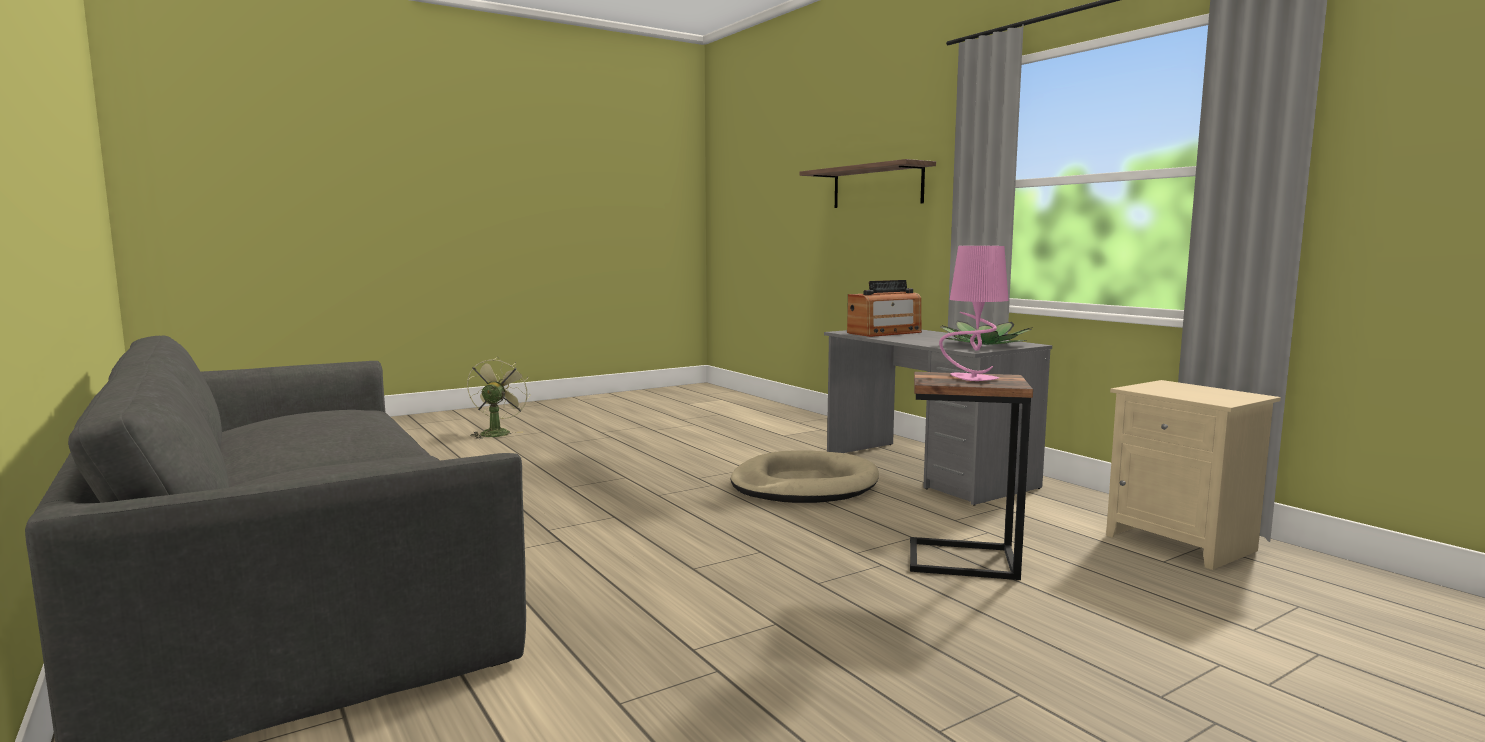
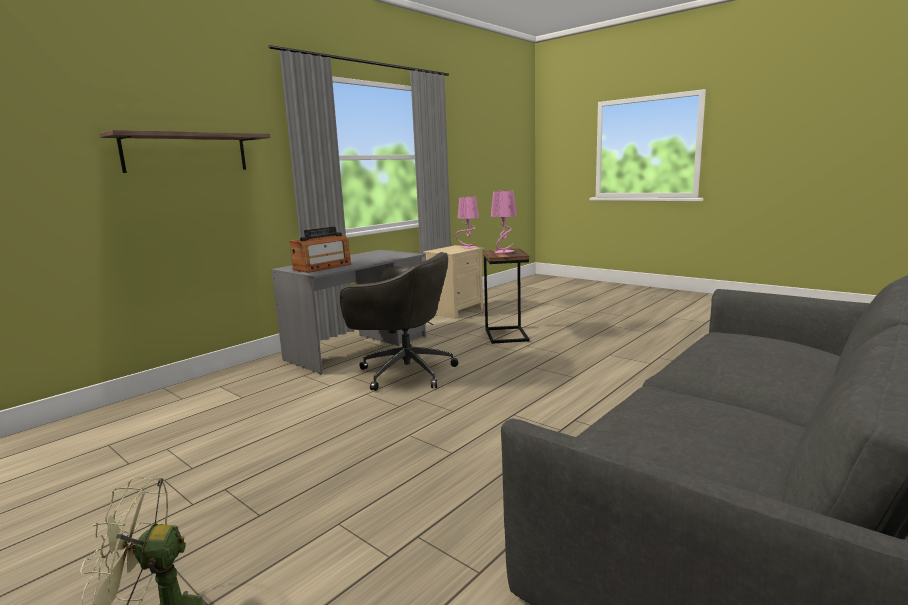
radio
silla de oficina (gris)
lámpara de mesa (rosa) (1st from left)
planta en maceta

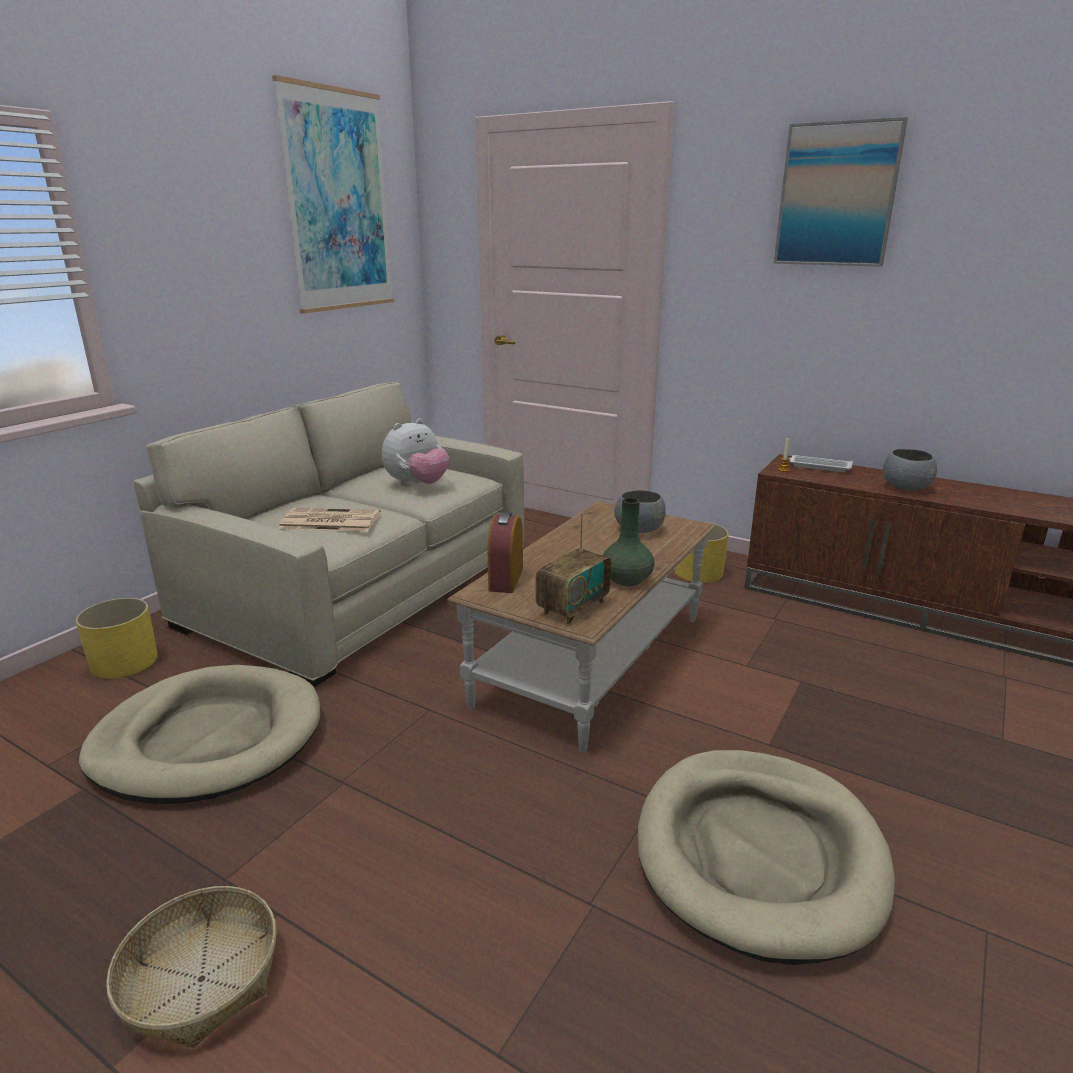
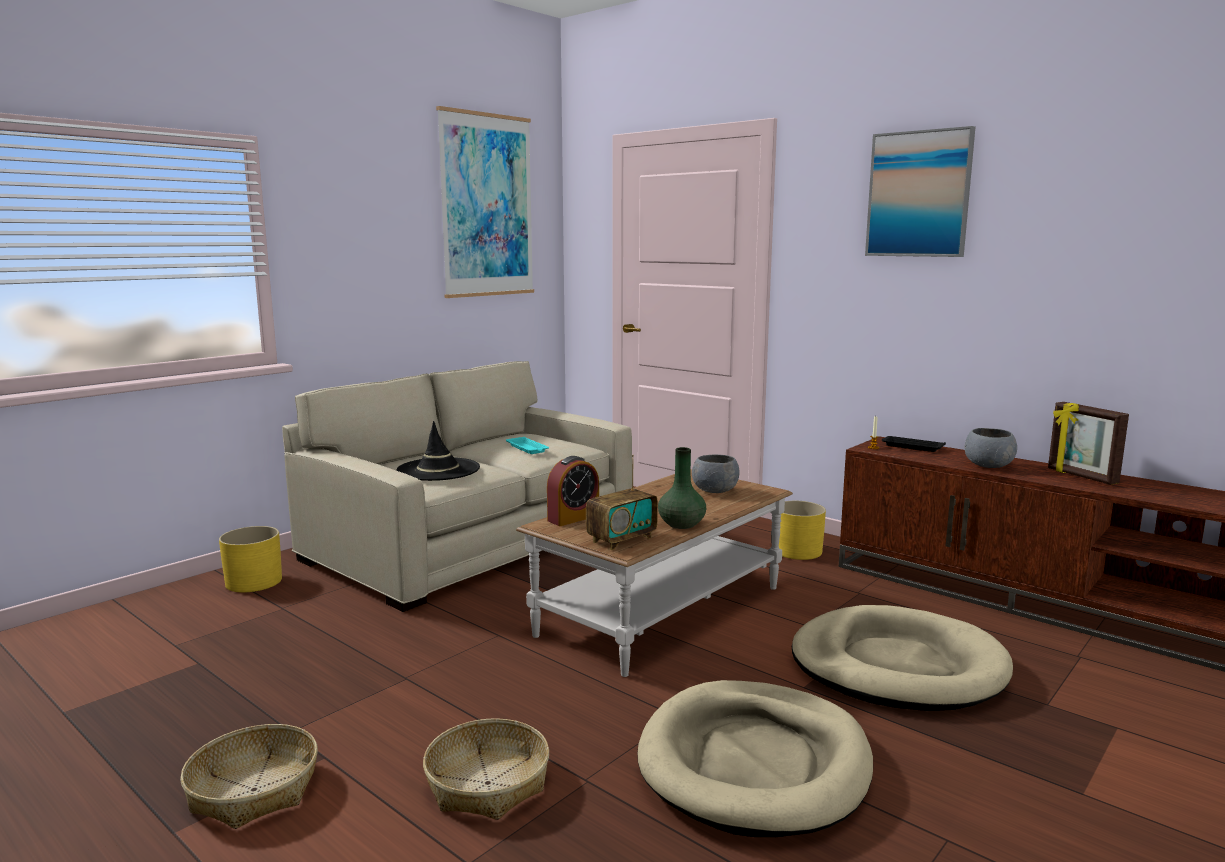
sombrero (negro)
cesta (2nd from left)
bandeja (turquesa)
despertador
cama para perro (beis) (2nd from left)
bandeja (negro)
portarretratos

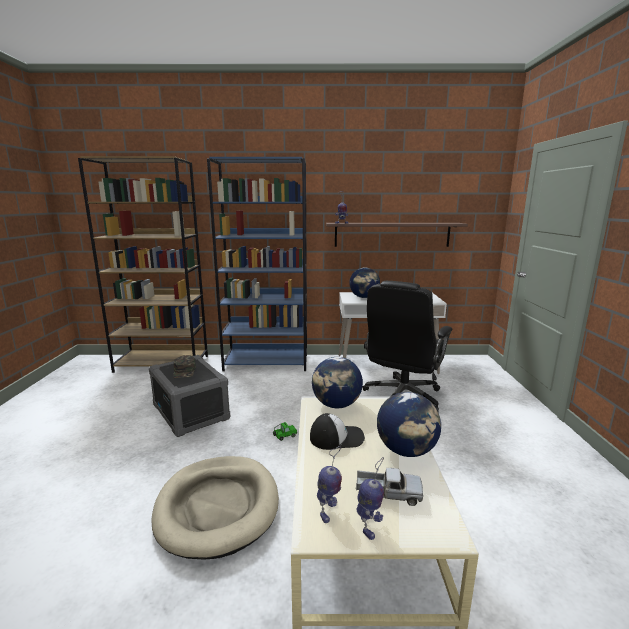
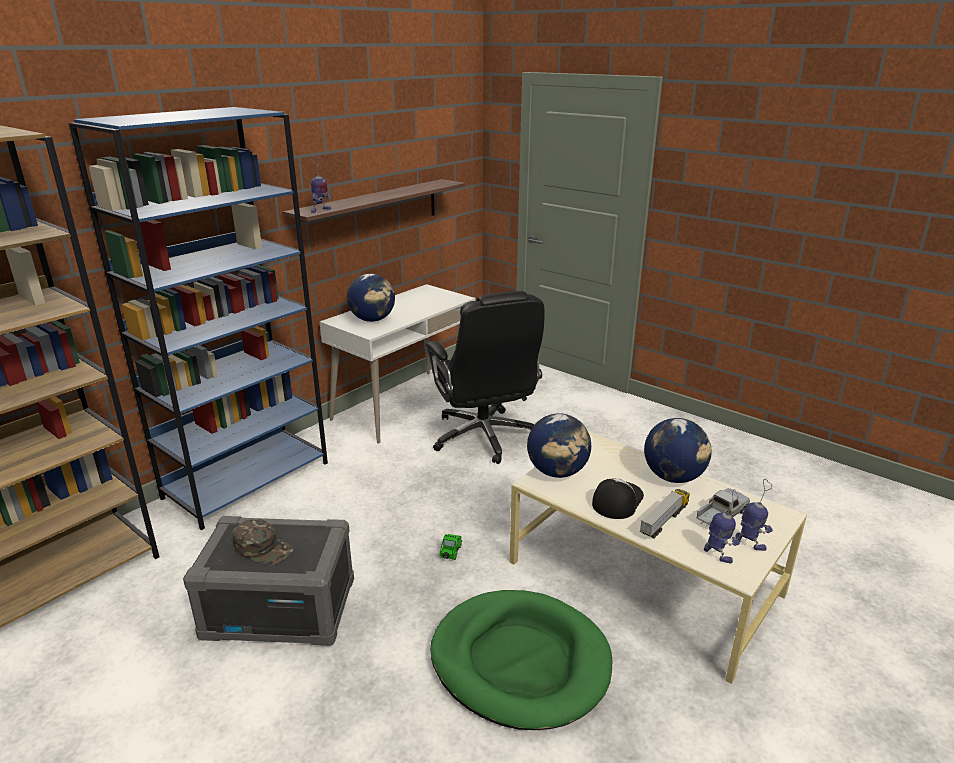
cama para perro (verde)
camión de juguete (1st from left)

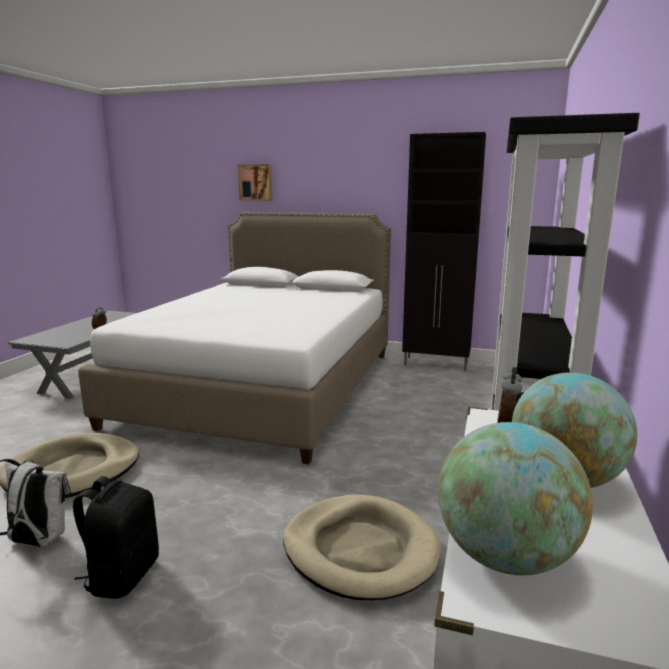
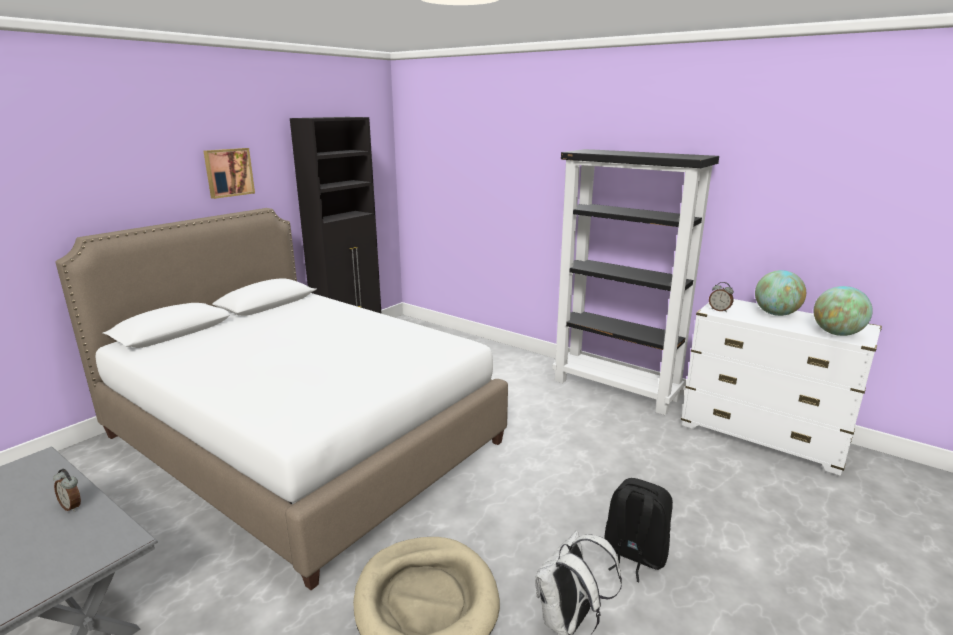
cuadro
cama para perro (beis) (2nd from left in the first image)

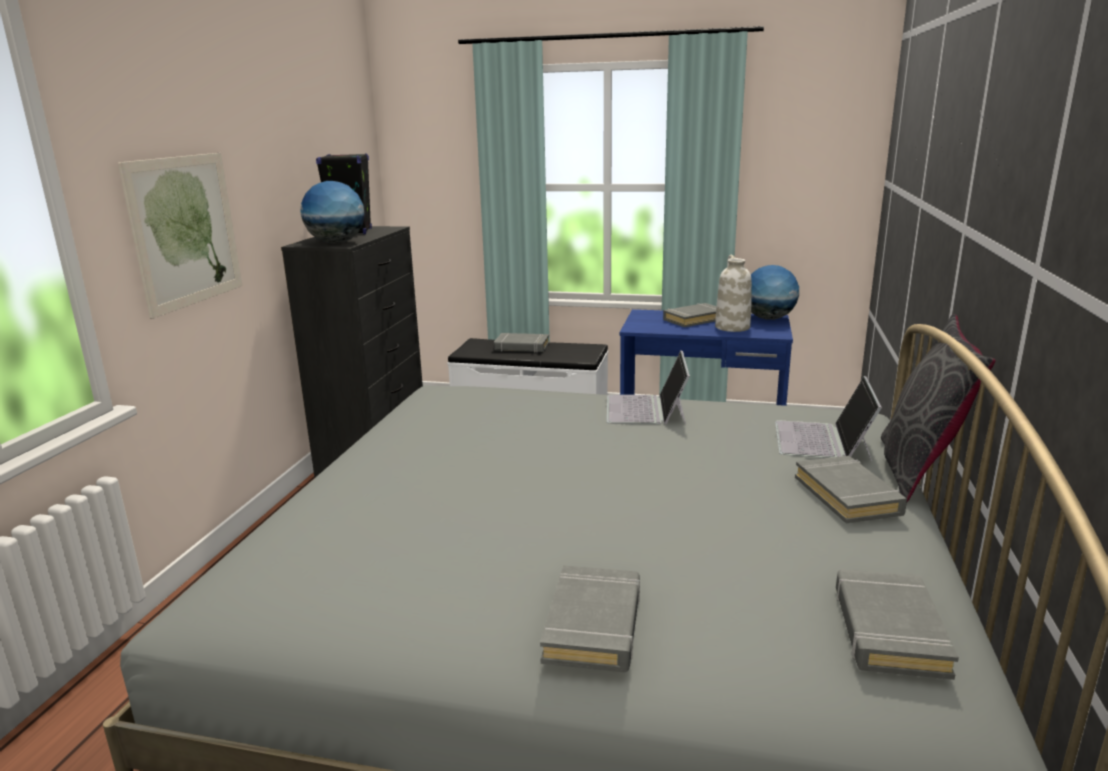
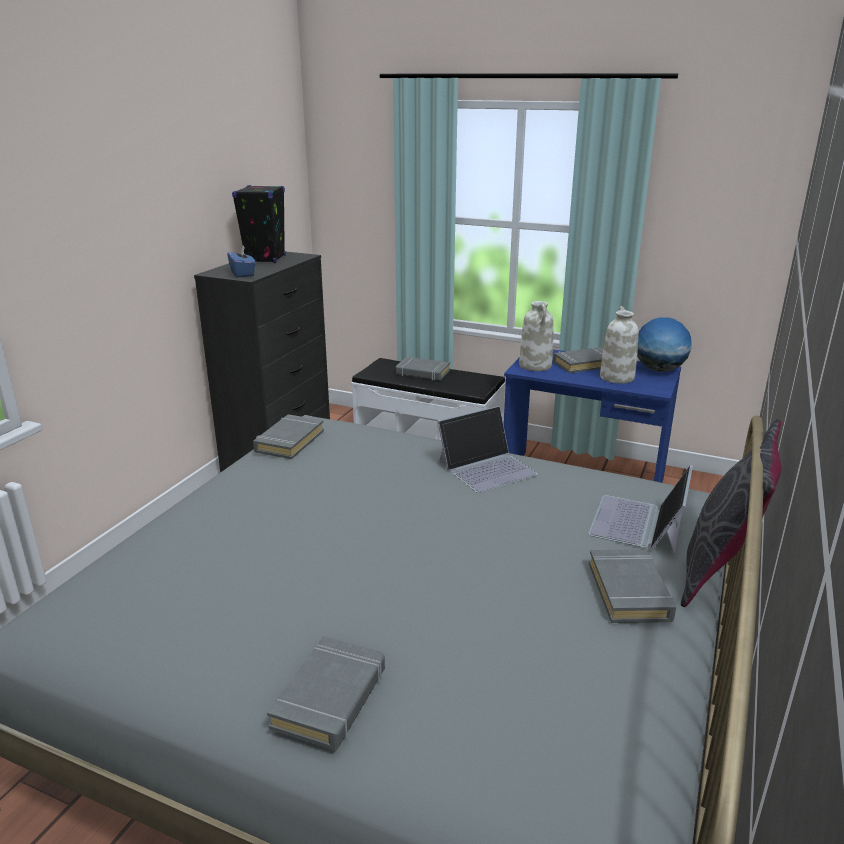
caja de pañuelos (azul)
libro (gris) (1st from left)
portátil (1st from left)
florero (blanco) (1st from left)
cuadro

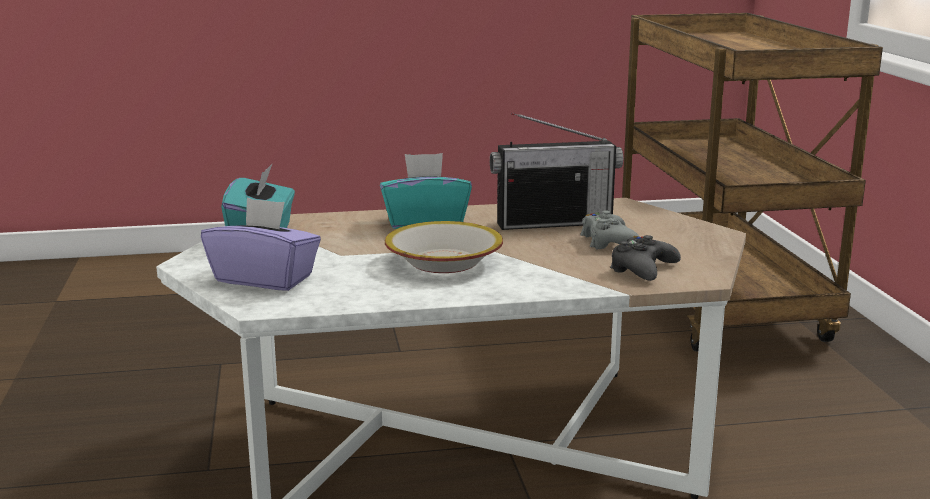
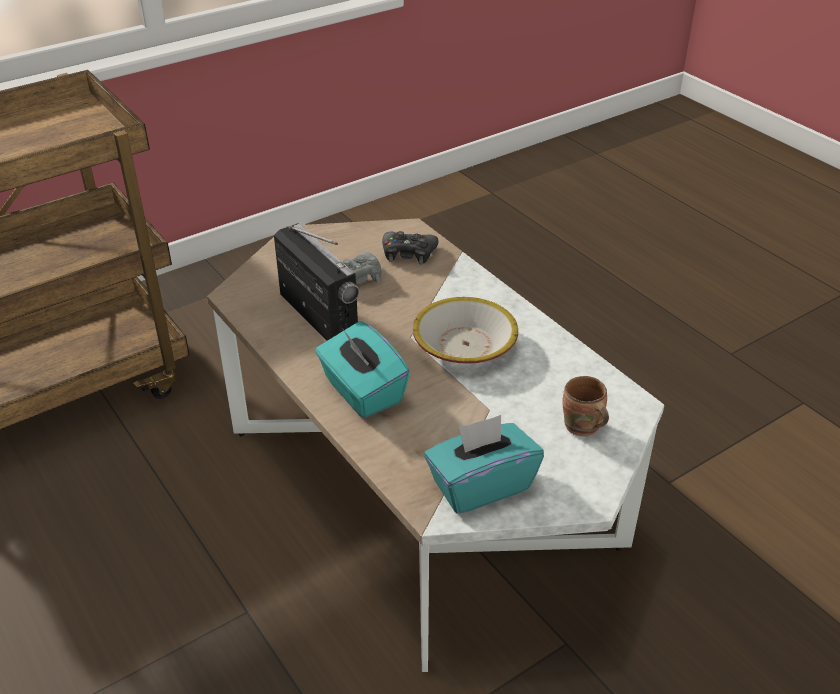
taza grande (marrón)

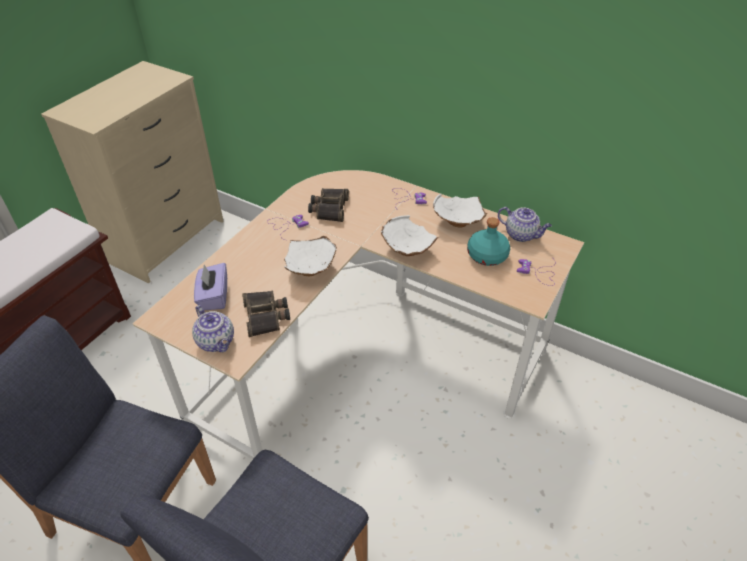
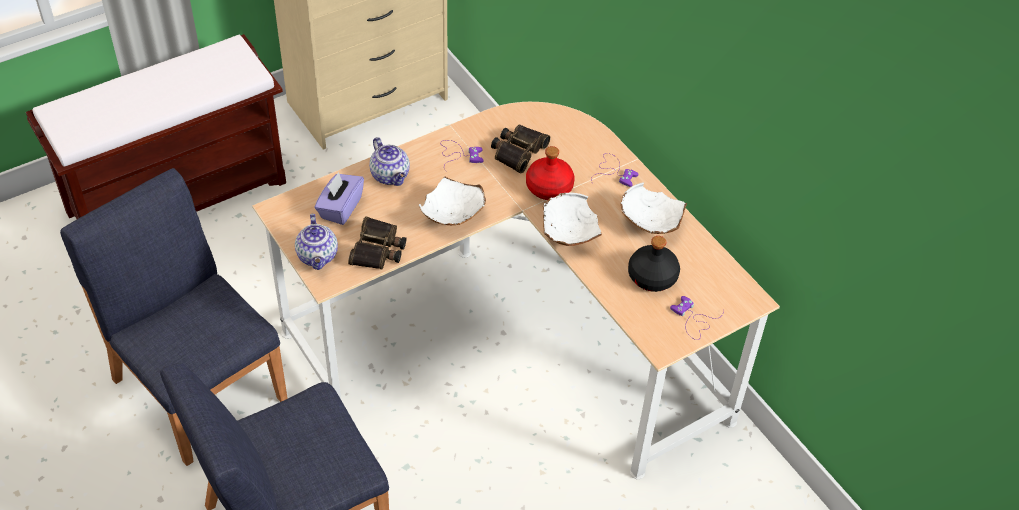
tetera (2nd from left)
botella (rojo)
botella (negro)

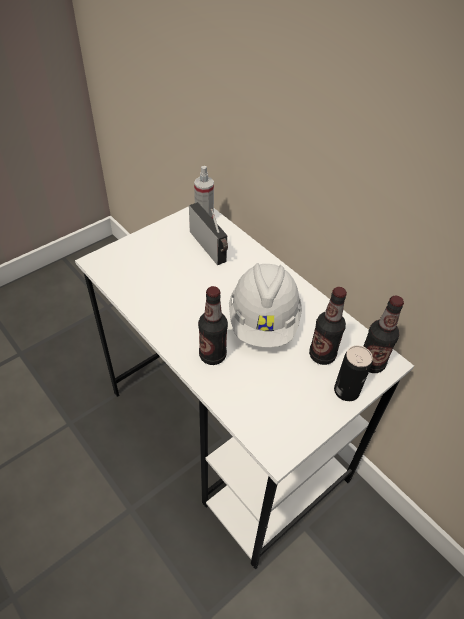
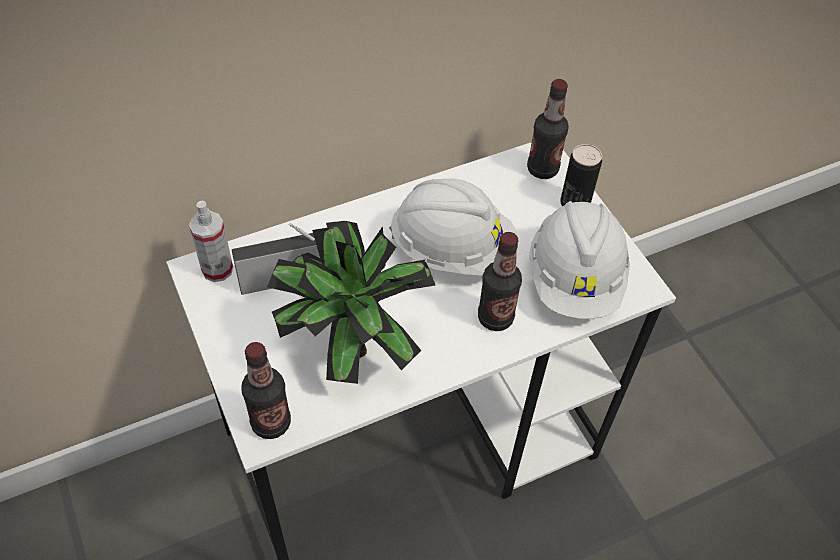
botella (1st from left)
planta en maceta
casco (blanco) (2nd from left)

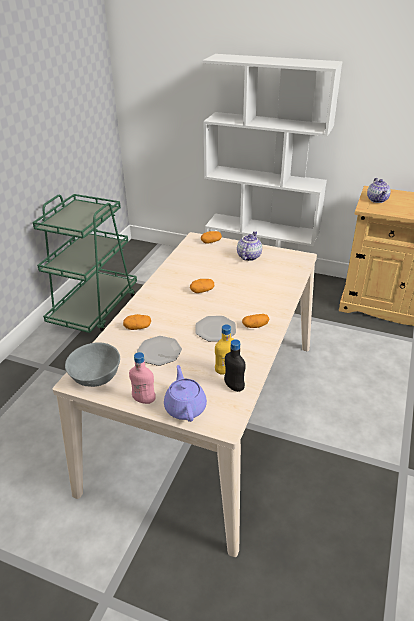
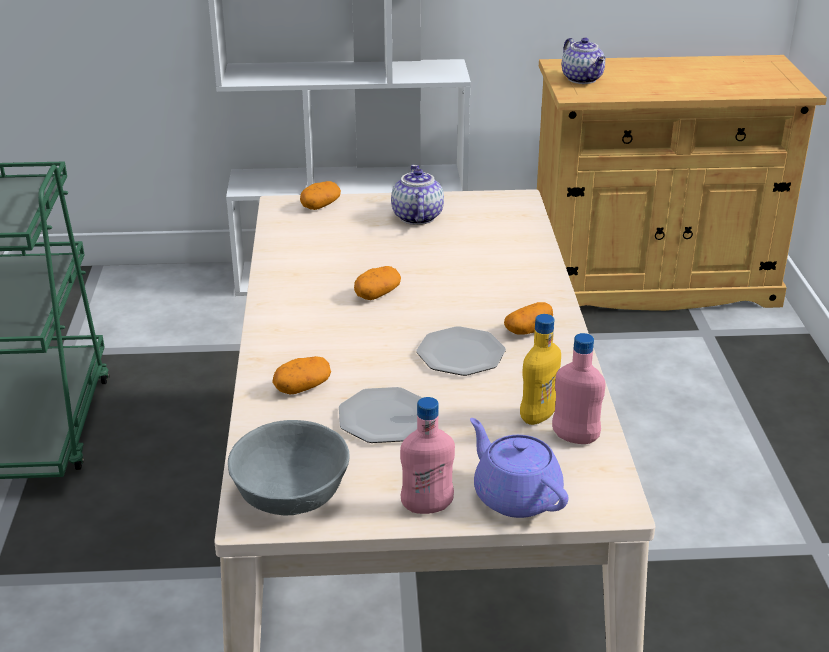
botella (rosa) (2nd from left)

